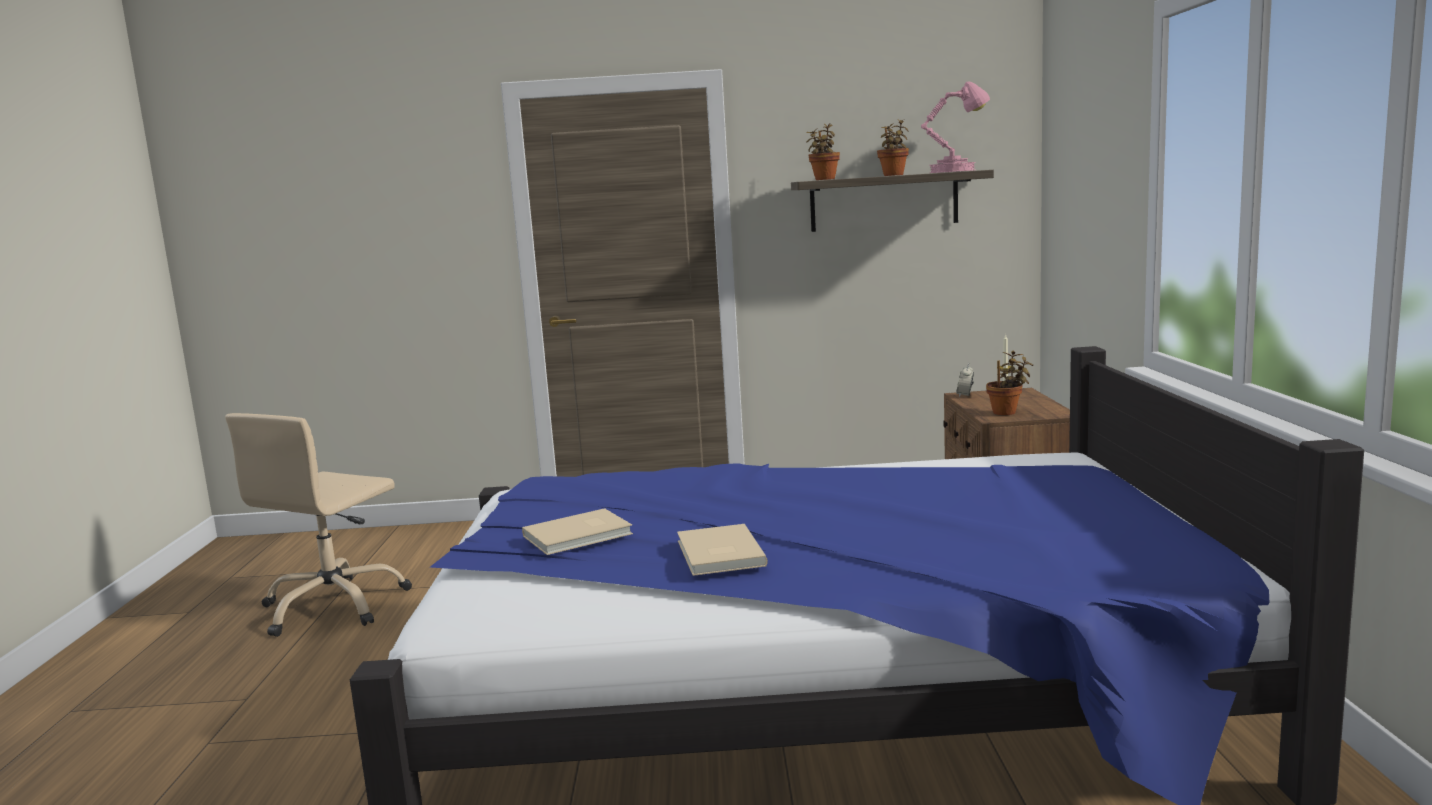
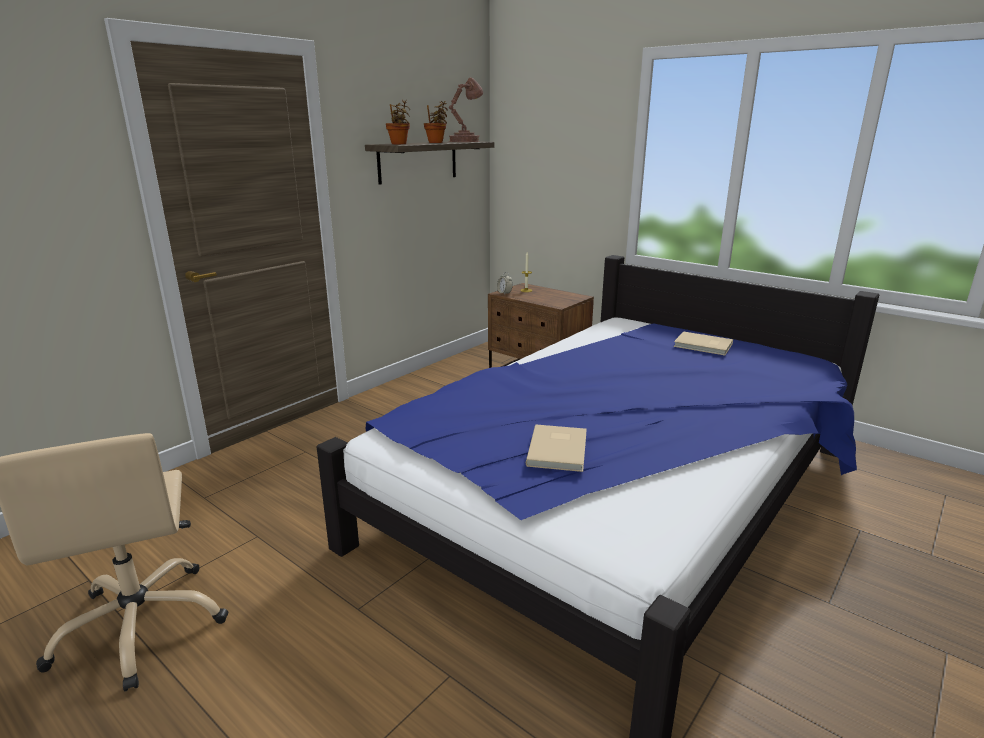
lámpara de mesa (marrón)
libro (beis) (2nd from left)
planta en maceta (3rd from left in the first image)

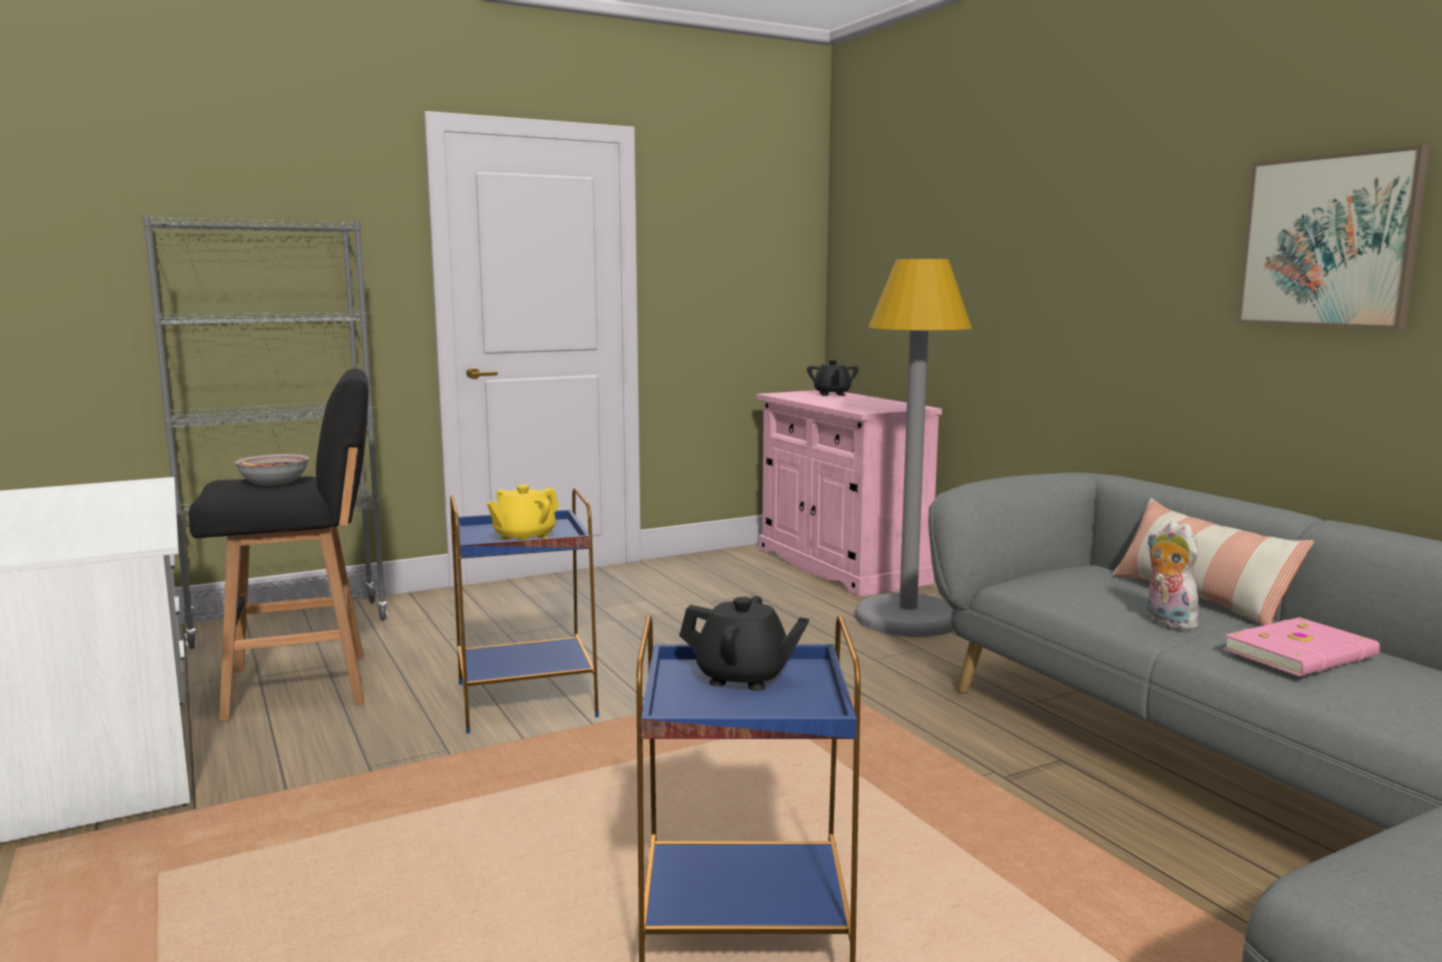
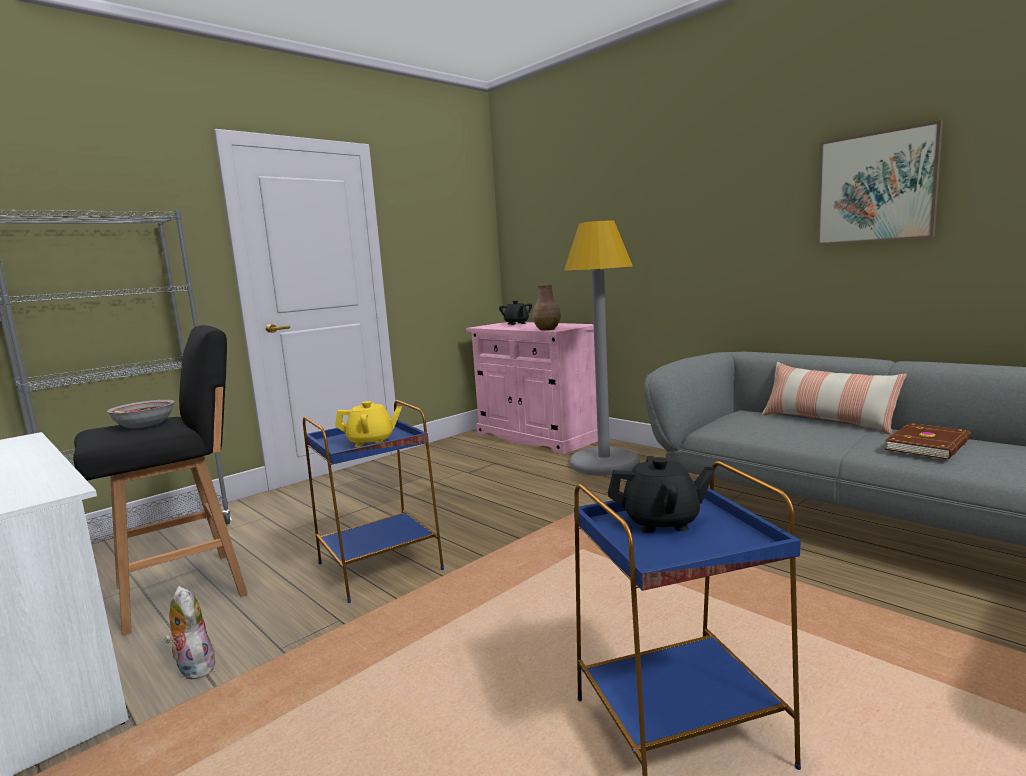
peluche
tetera (amarillo)
florero (marrón)
libro (marrón)

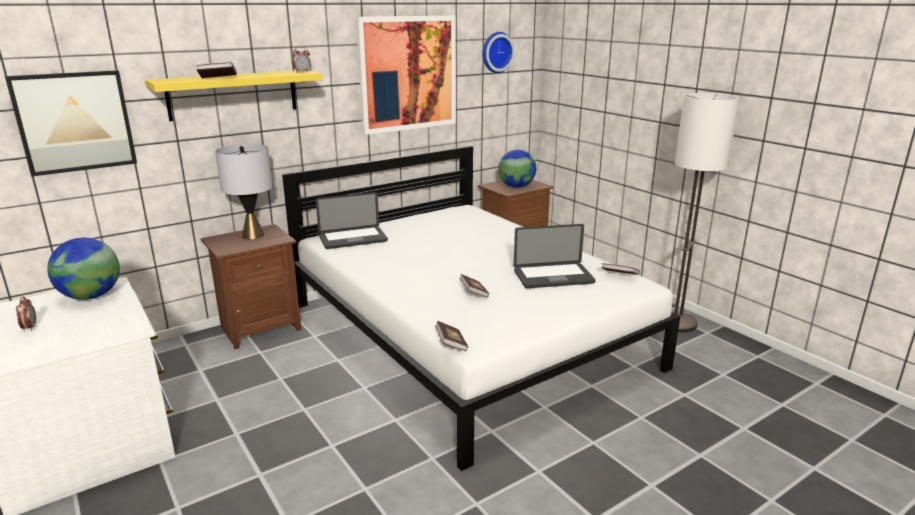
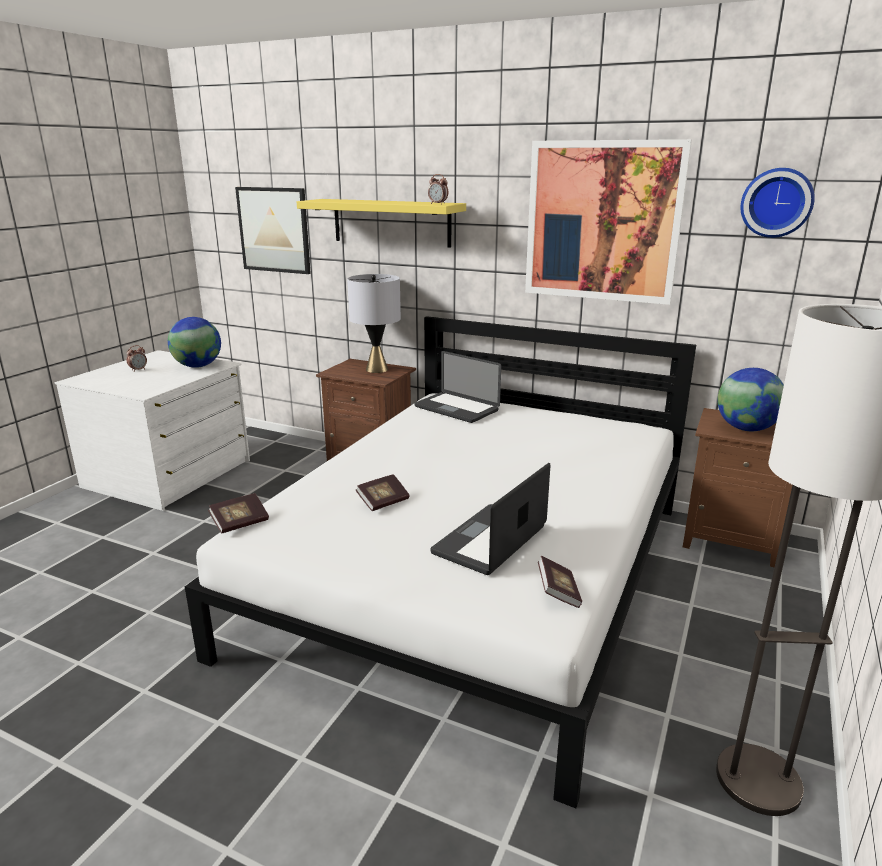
portátil (2nd from left)
libro (1st from left in the first image)

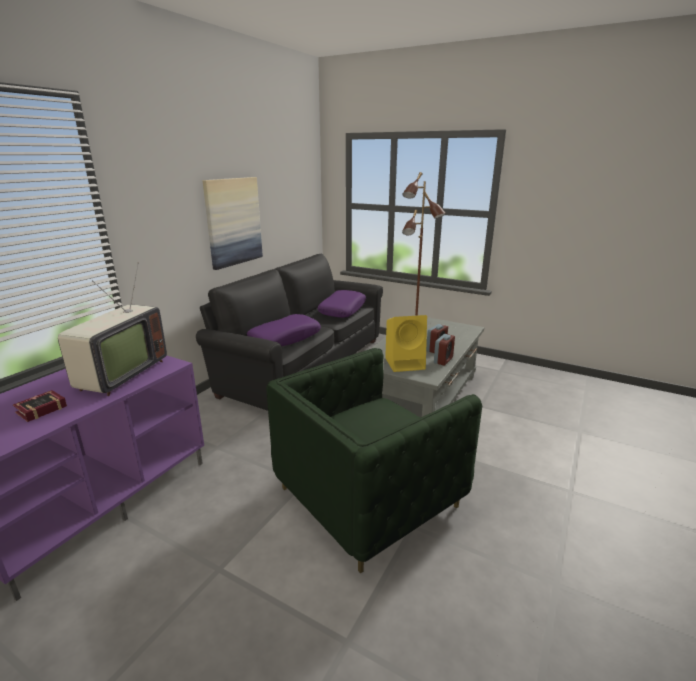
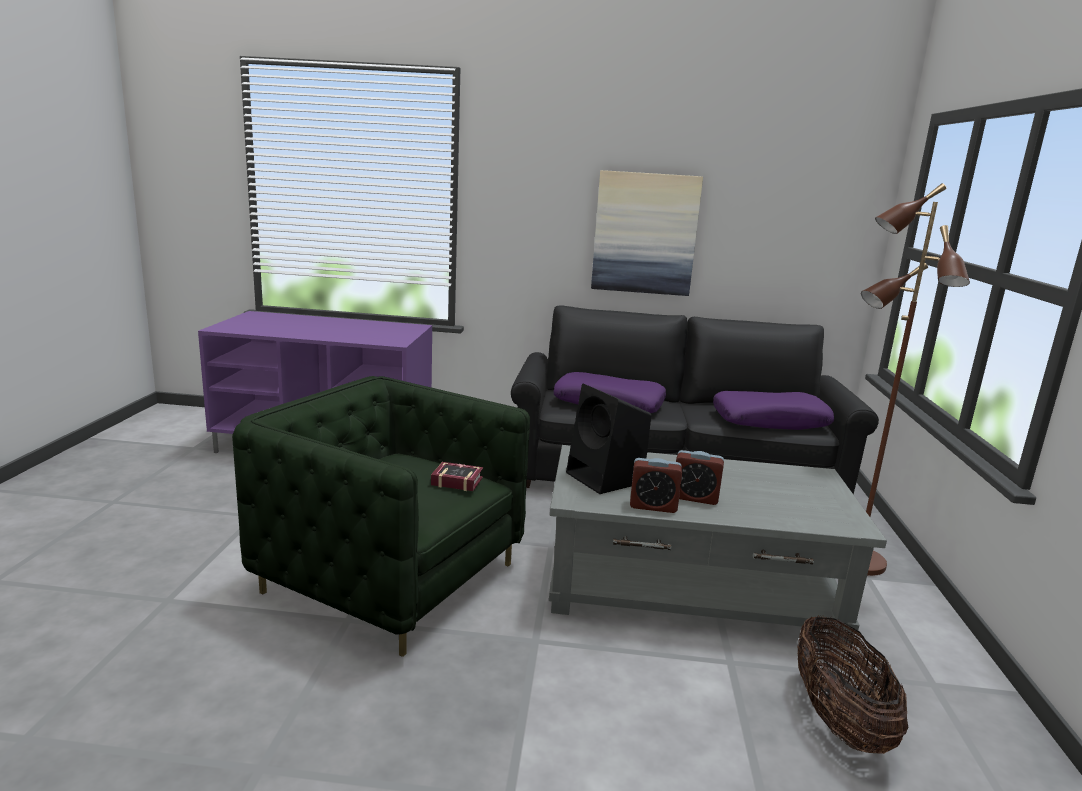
libro
altavoz (negro)
cesta
televisor

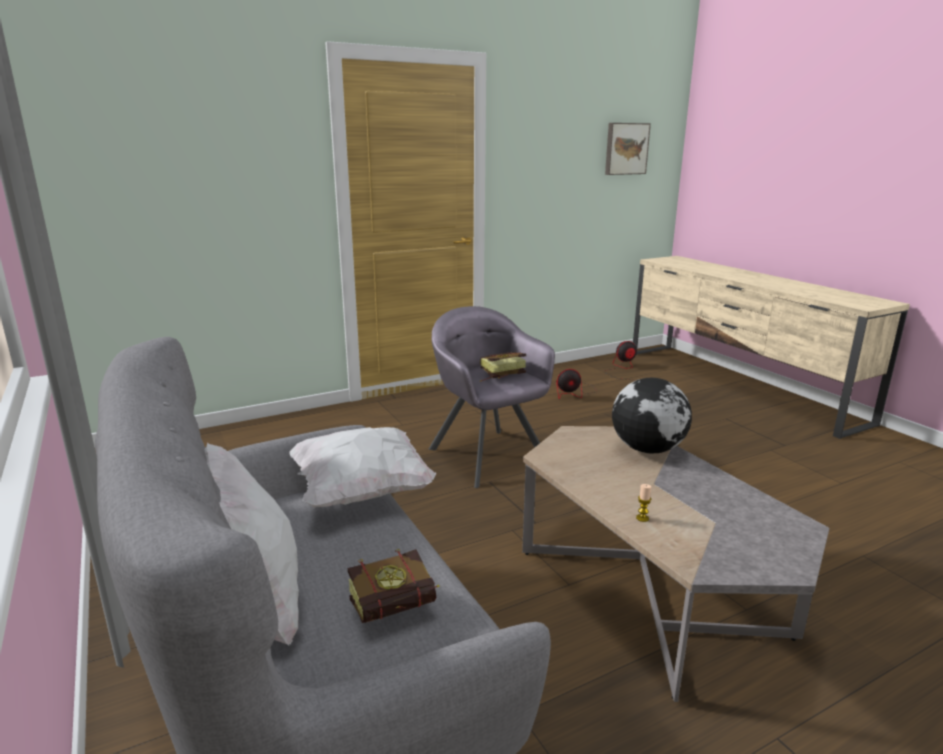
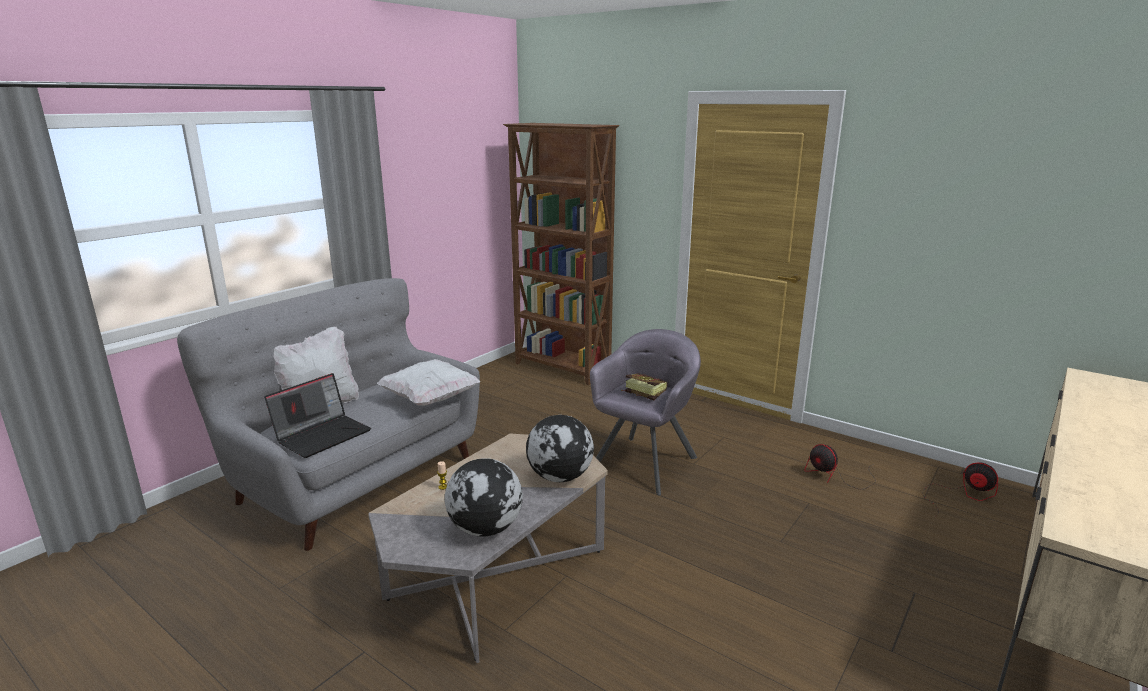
portátil
globo terráqueo (1st from left)
estantería (marrón)
cuadro

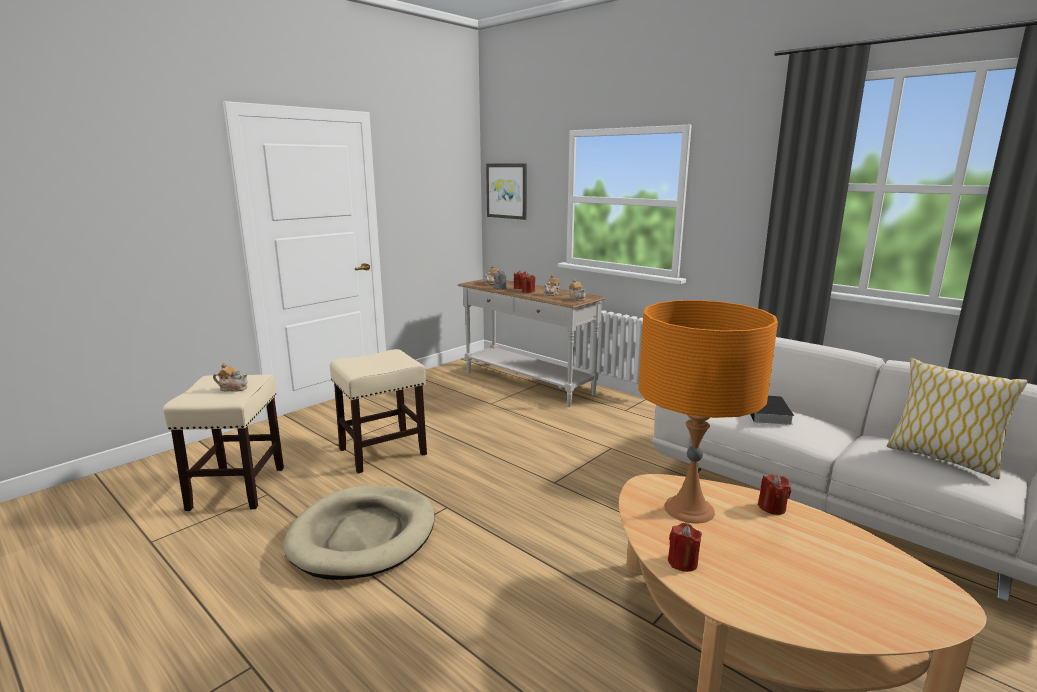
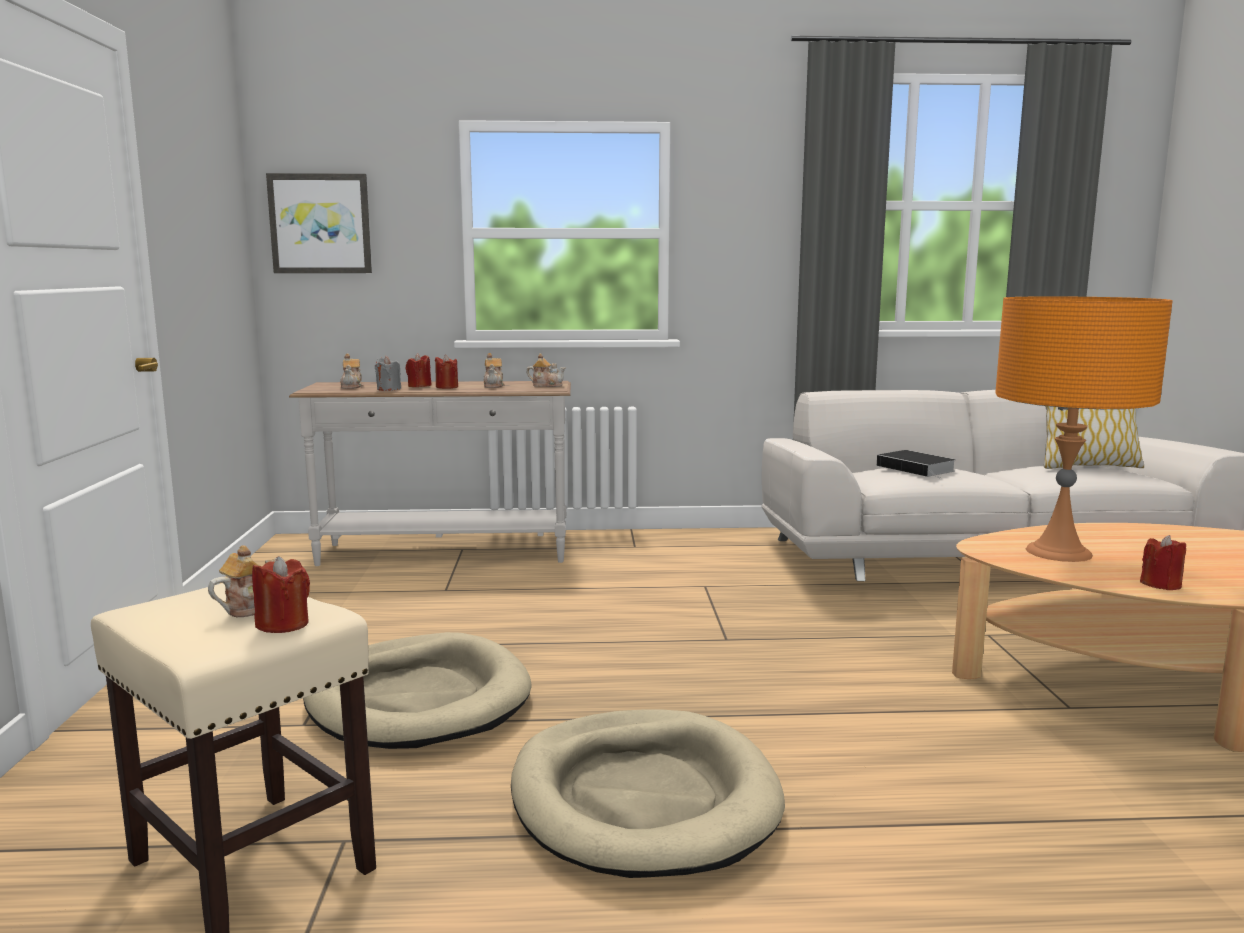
vela (rojo) (1st from left)
cama para perro (beis) (1st from left)

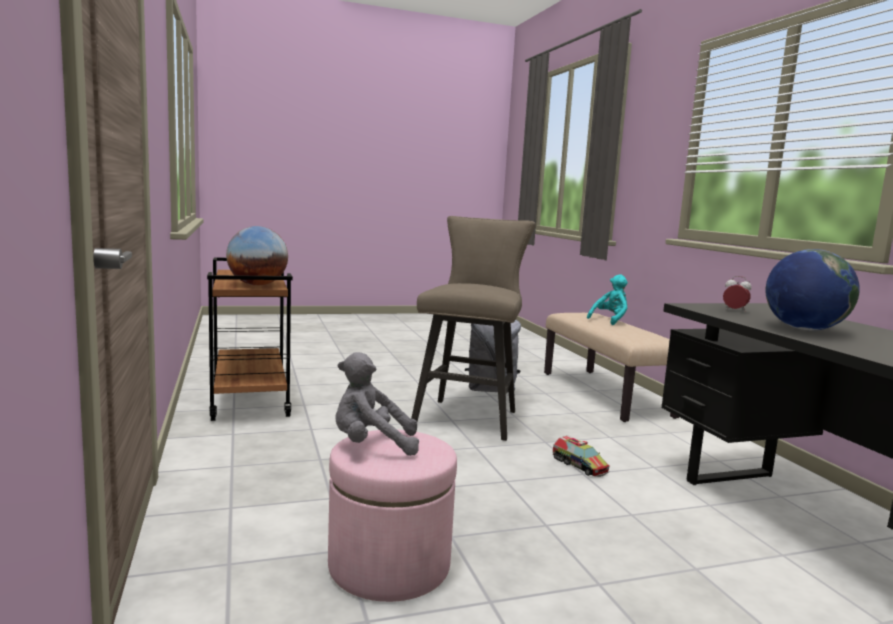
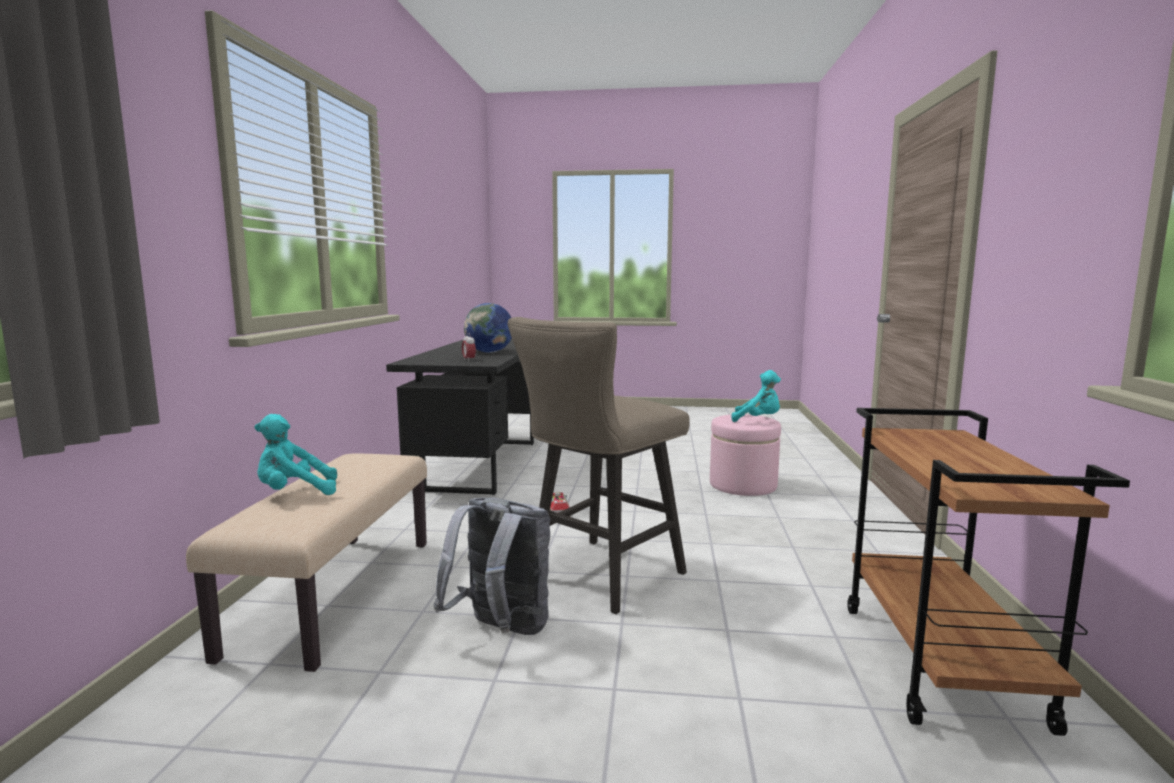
peluche (turquesa) (2nd from left)
globo terráqueo (1st from left in the first image)

